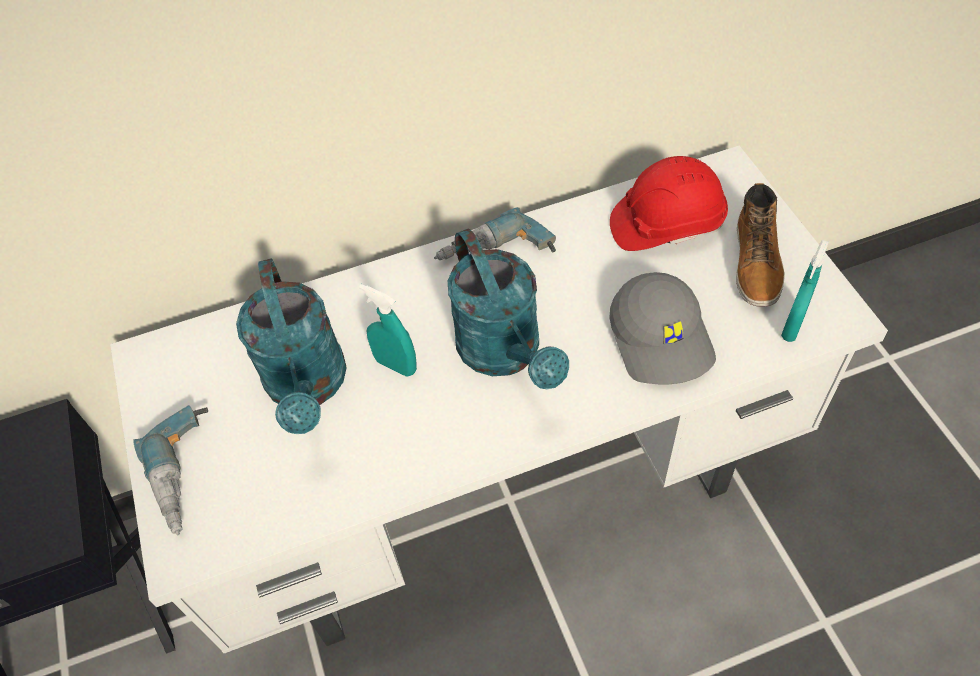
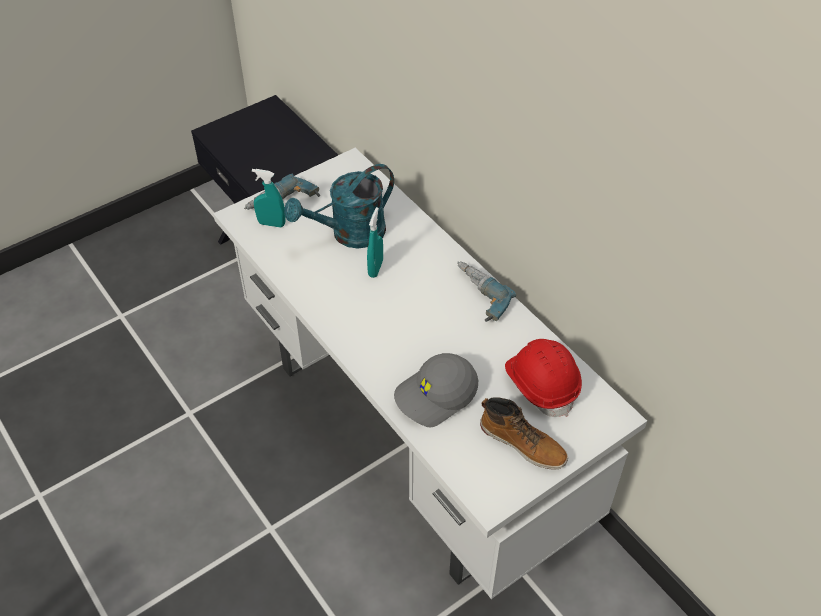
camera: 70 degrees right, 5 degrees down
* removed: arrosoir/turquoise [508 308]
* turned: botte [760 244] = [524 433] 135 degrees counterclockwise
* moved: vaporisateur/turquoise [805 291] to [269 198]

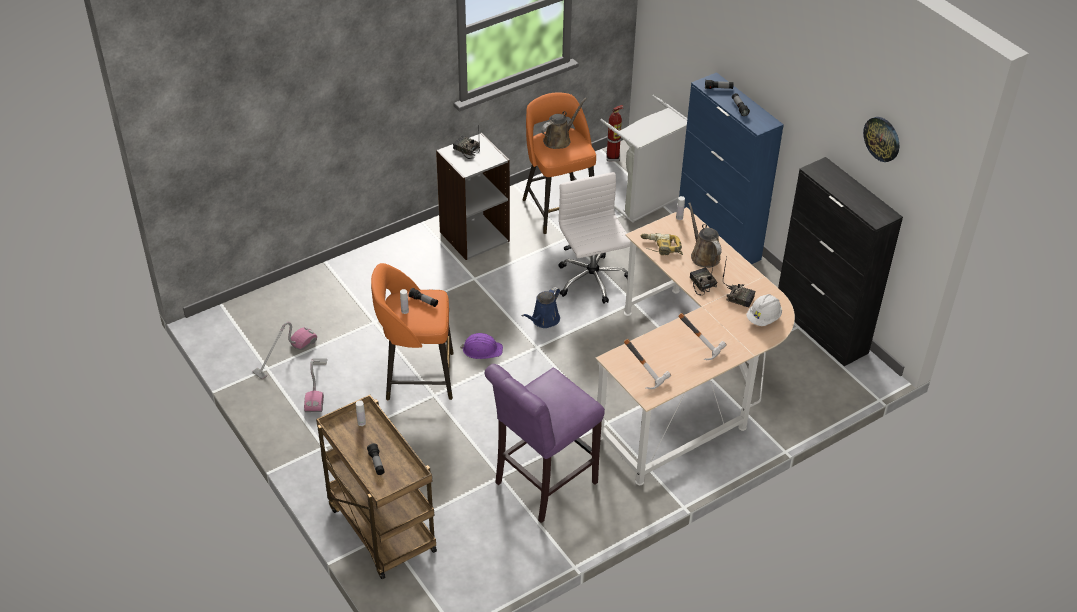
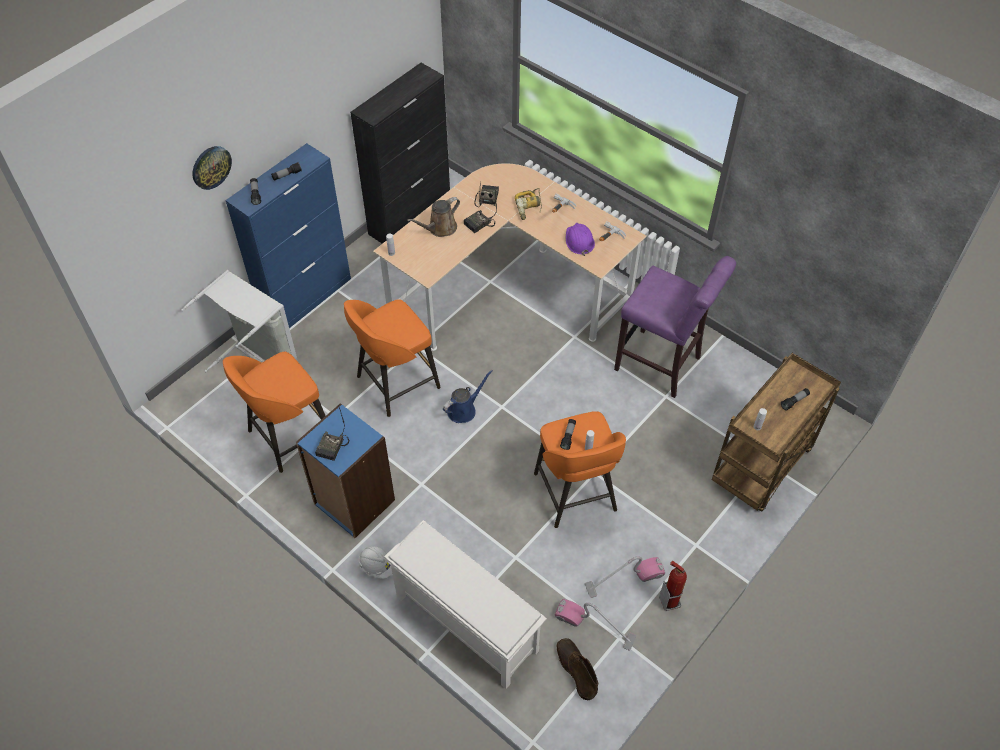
camera: 105 degrees left, 10 degrees up
* recoloured: bibliothèque/gris [473 196] to bibliothèque/bleu [345 470]
* moved: casque de chantier/violet [481 346] to [580 239]
* turned: arrosoir/bleu [540 307] = [468 396] 60 degrees counterclockwise
* removed: arrosoir/marron [564 123]
* replaced: chaise de bureau/blanc [594 238] to tabouret/orange [392 358]
* moved: extincteur [615 133] to [673 585]
* moved: perceuse [661 244] to [528 204]
* moved: casque de chantier/blanc [764 310] to [375 562]
* moved: horloge murale [881 139] to [212 168]
* added: étagère à chaussures/blanc [465 604]
* added: botte/marron [577 669]

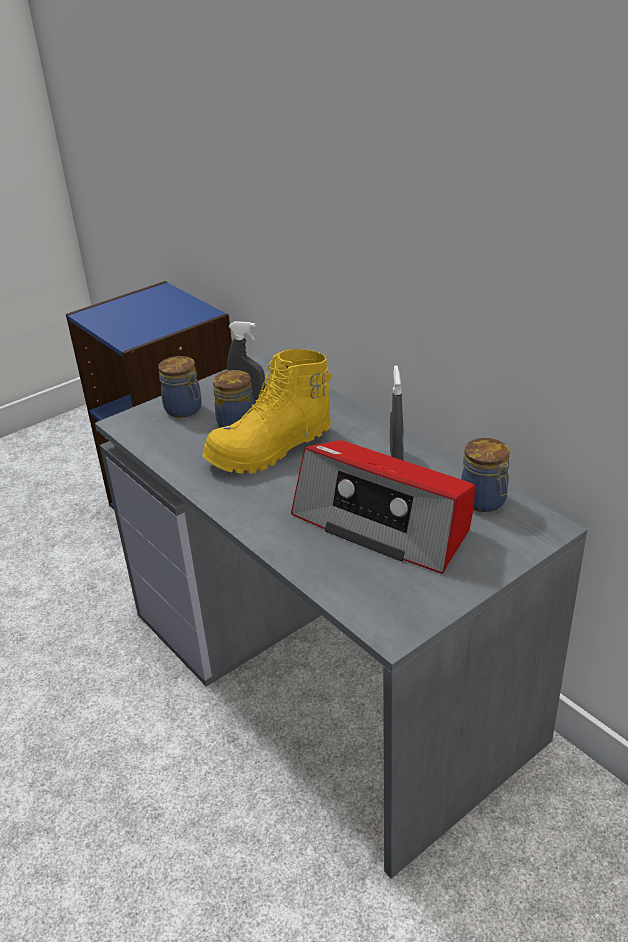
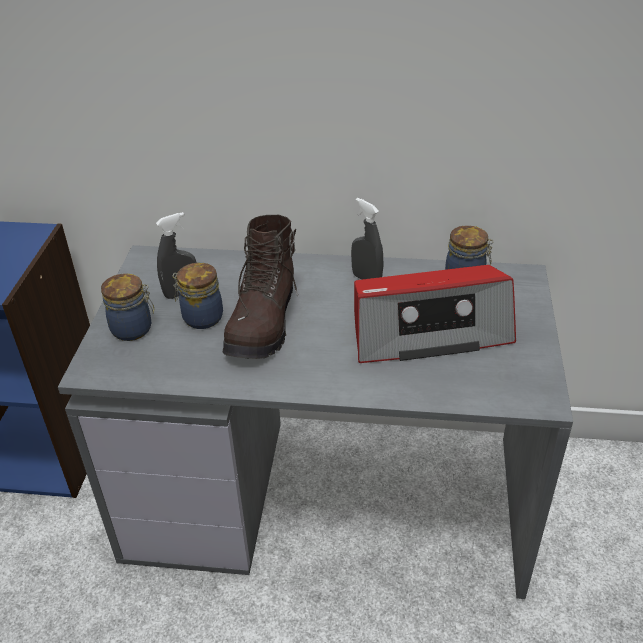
camera: 45 degrees left, 5 degrees up
* recoloured: botte/jaune [267 411] to botte/marron [261 287]

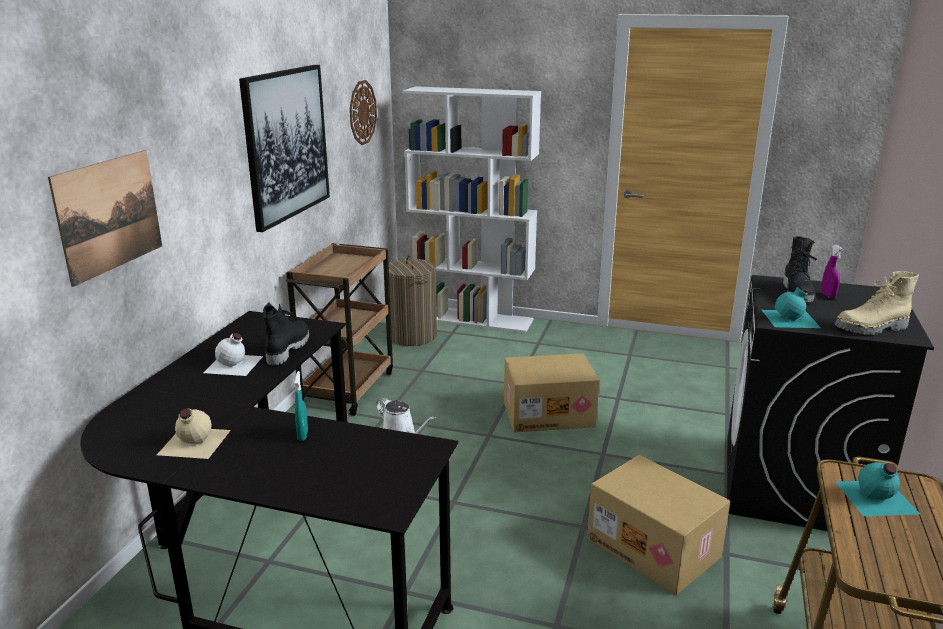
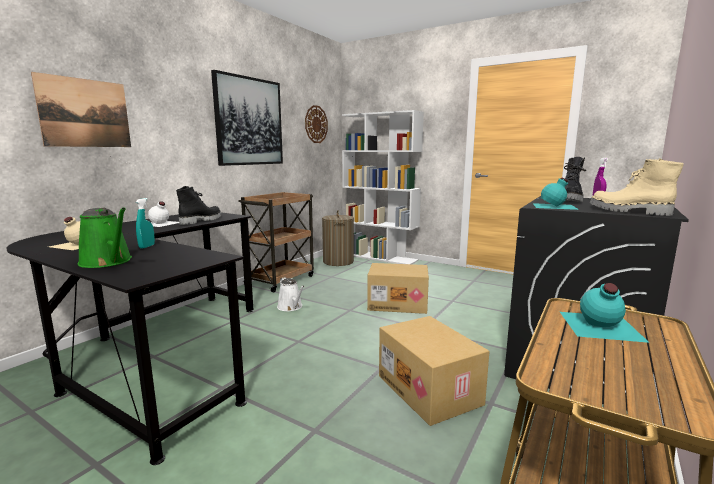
camera: 15 degrees right, 10 degrees down
* turned: botte/beige [876 303] = [637 187] 45 degrees clockwise
* added: arrosoir/vert [105 237]

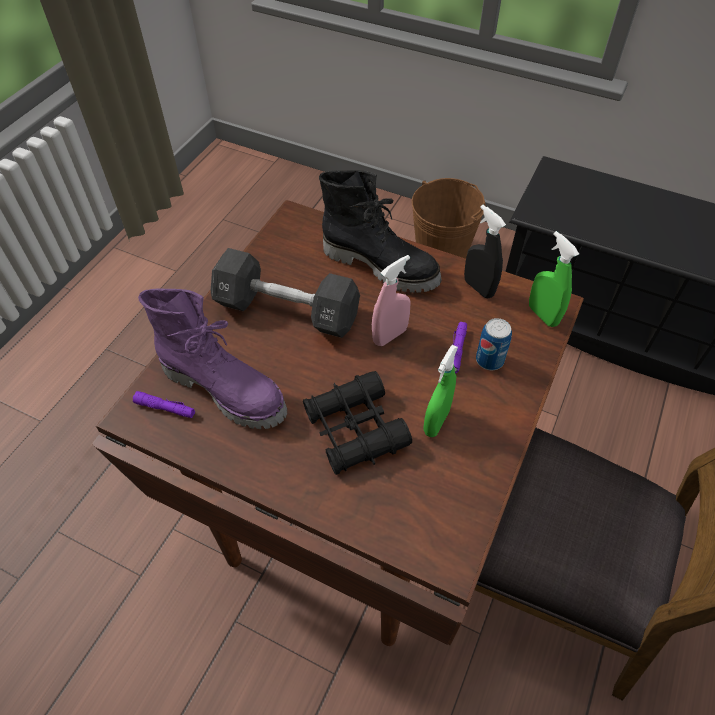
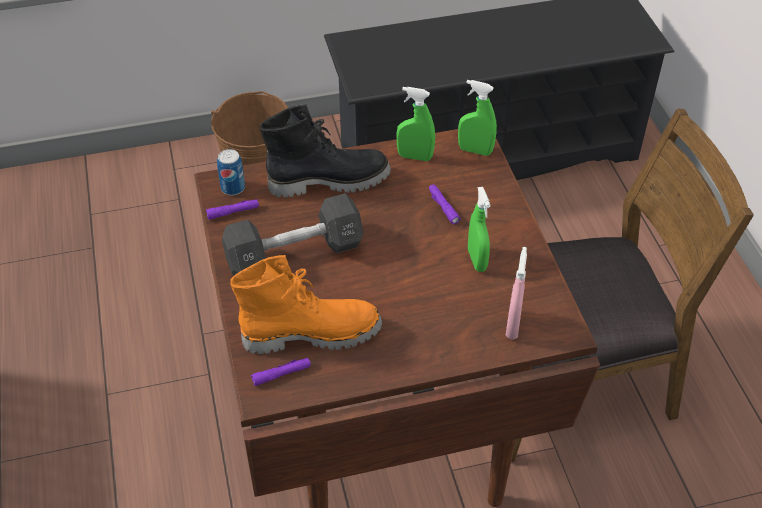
camera: 40 degrees left, 5 degrees down
* recoloured: botte/violet [212 358] to botte/orange [306 304]
* removed: jumelles/noir [357 423]
* moved: vaporisateur/rose [391 300] to [516 293]
* recoloured: vaporisateur/noir [485 251] to vaporisateur/vert [415 124]
* moved: boîte métallique [494 344] to [231 172]
* added: lampe de poche/violet [232 209]

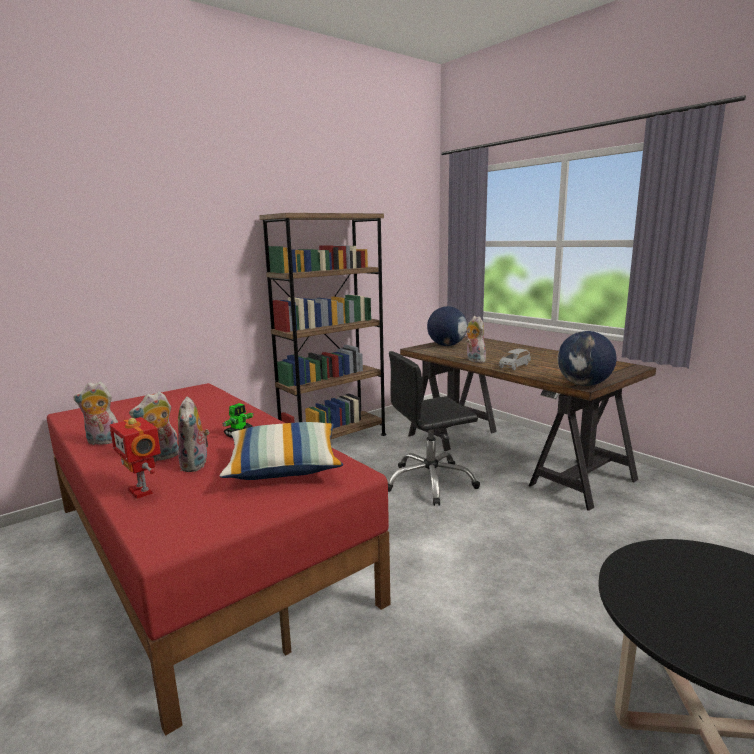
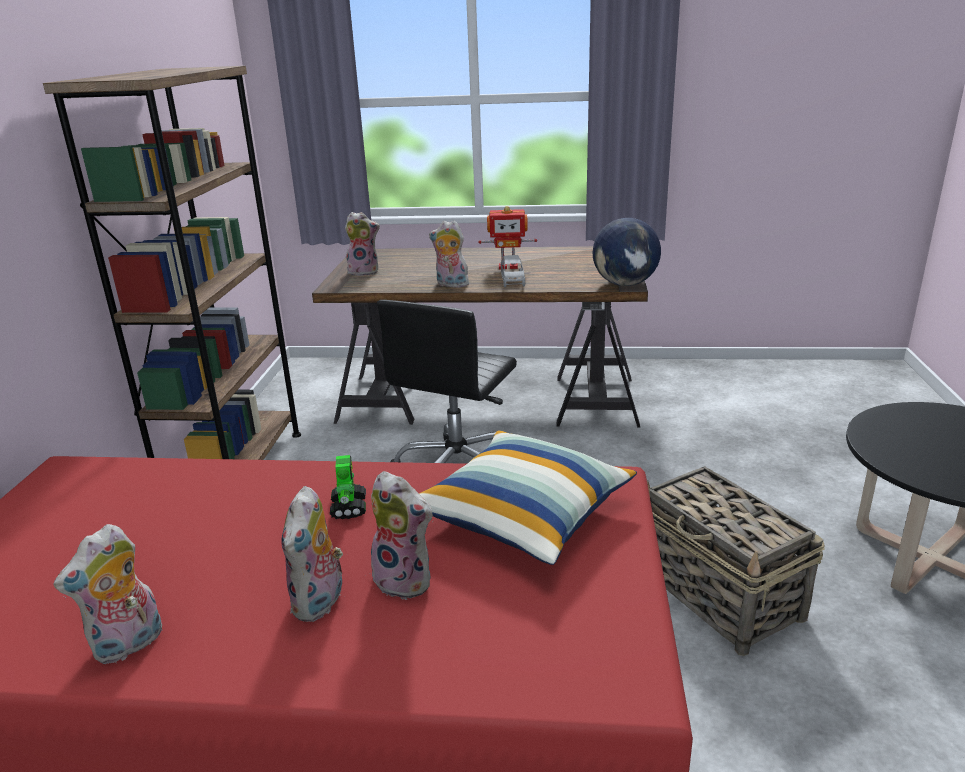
camera: 45 degrees left, 10 degrees up
* moved: robot jouet [135 458] to [507 237]
* replaced: globe [447 326] to peluche [362 244]
* added: panier [736 561]

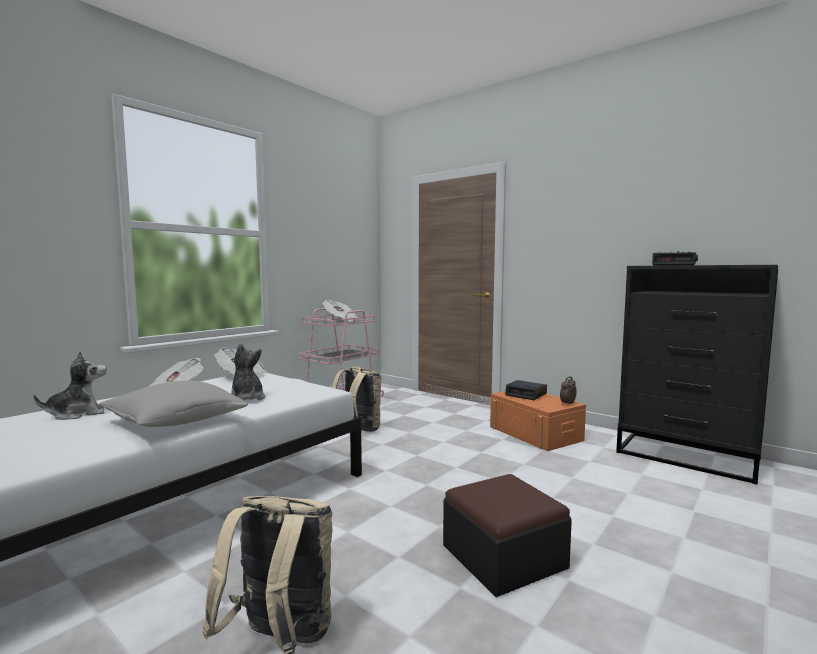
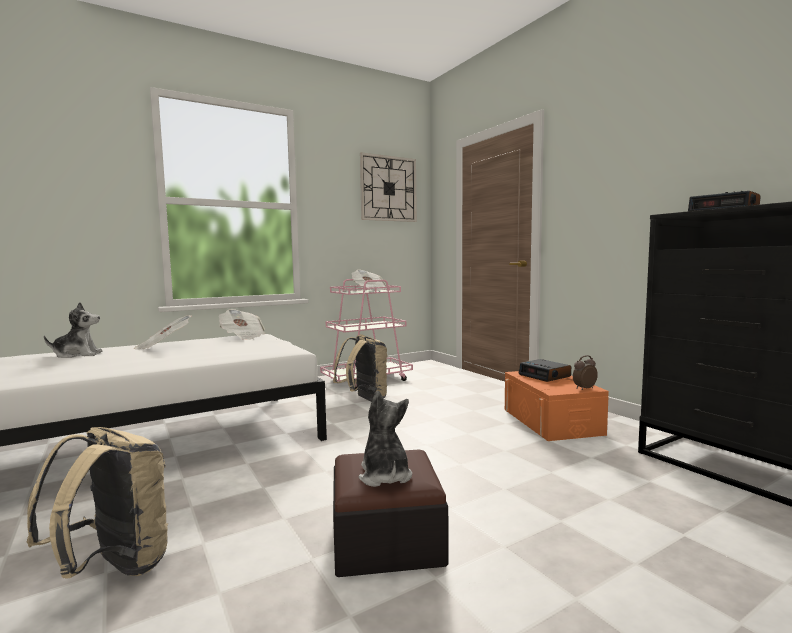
camera: 20 degrees right, 0 degrees up
* removed: coussin/gris [173 404]
* moved: peluche [248 372] to [385 439]
* added: horloge murale [388 187]

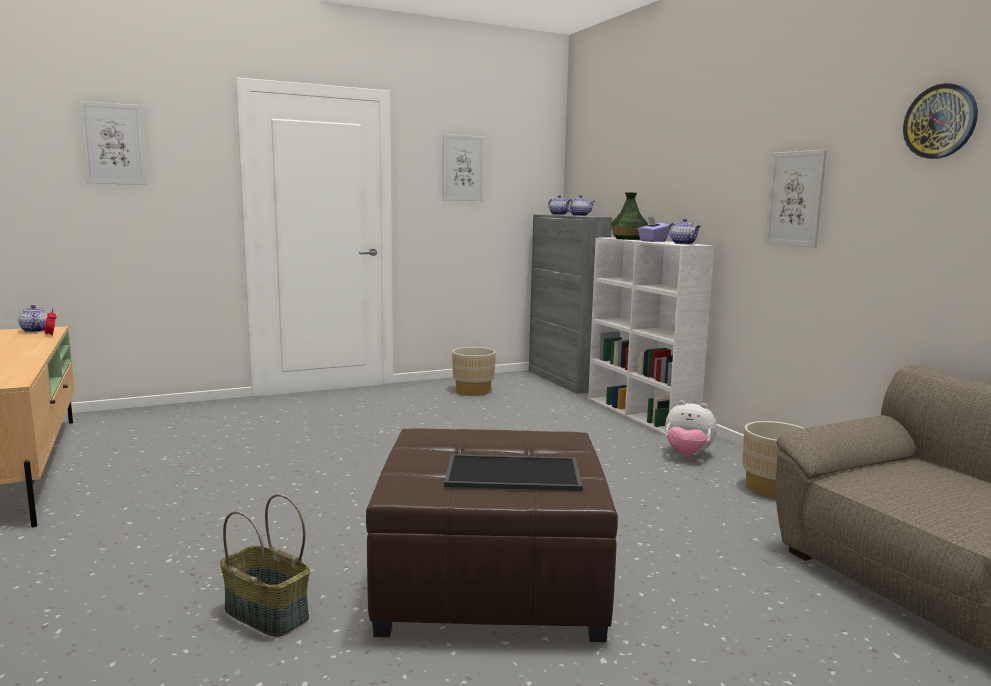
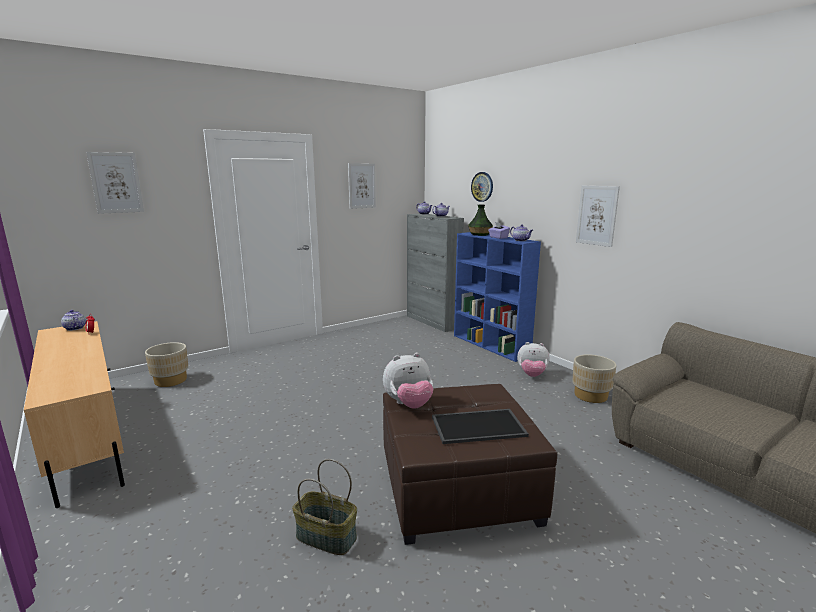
camera: 10 degrees left, 5 degrees up
* moved: cache-pot/beige [474 371] to [166 364]
* recoloured: bibliothèque/blanc [651 336] to bibliothèque/bleu [497 297]
* moved: horloge murale [940 121] to [482 187]
* added: peluche [408 381]

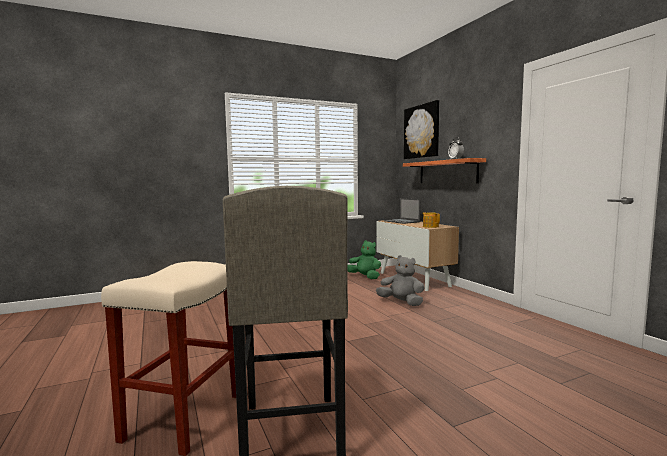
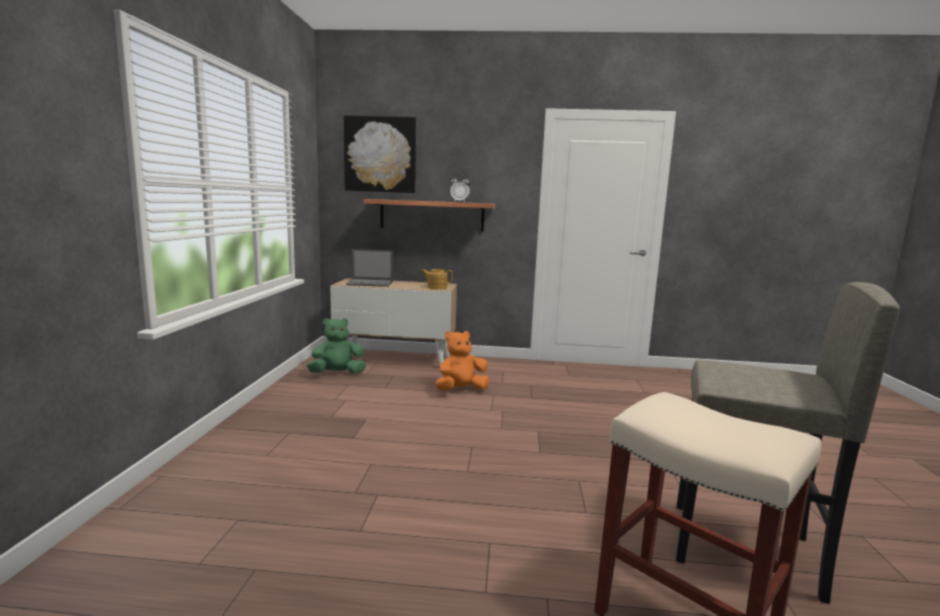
camera: 60 degrees left, 5 degrees up
* recoloured: peluche/gris [400 280] to peluche/orange [462 361]

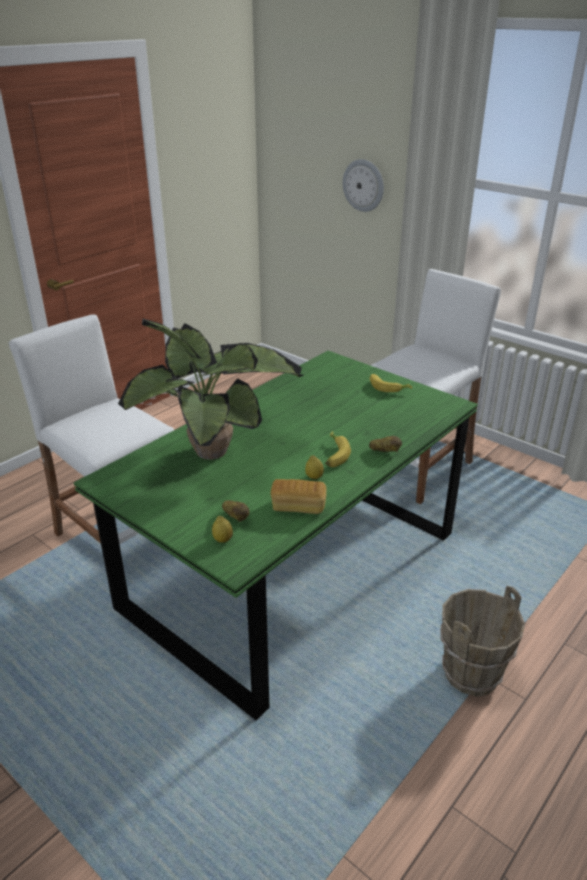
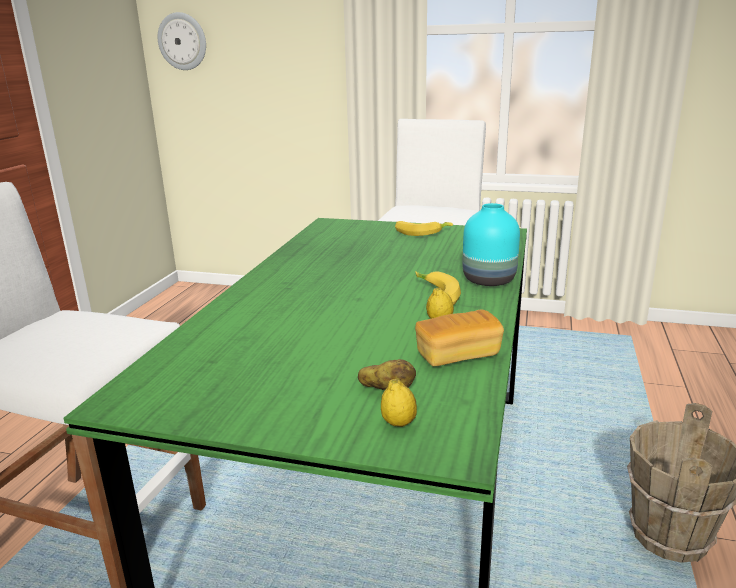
camera: 25 degrees left, 10 degrees down
* removed: plante en pot [211 389]
* moved: horloge murale [363 185] to [182 41]
* replaced: pomme de terre [385 444] to vase/turquoise [491 244]

